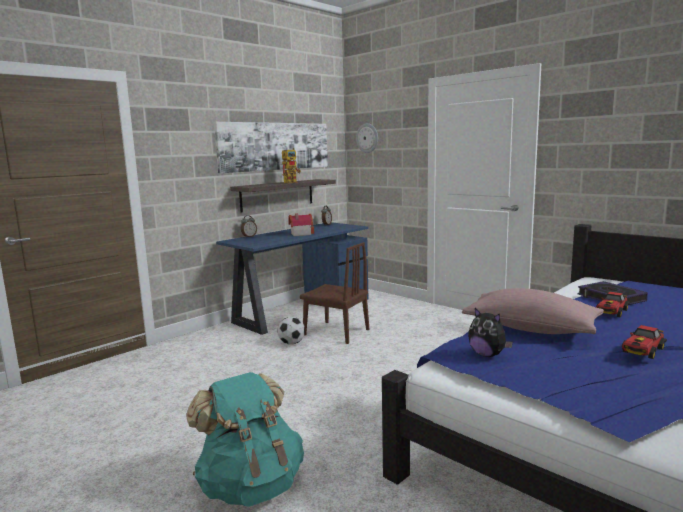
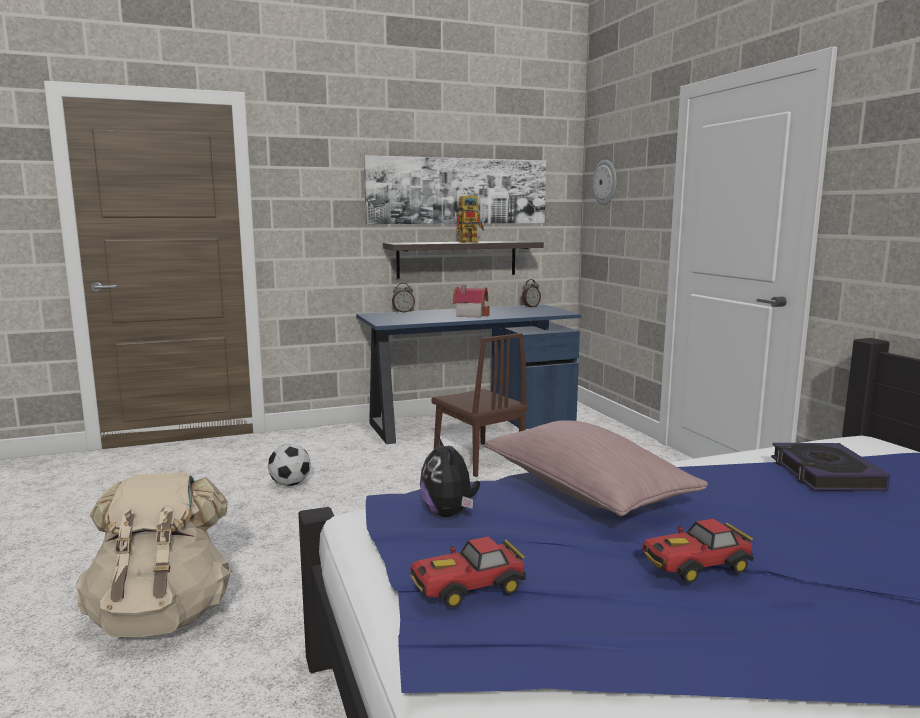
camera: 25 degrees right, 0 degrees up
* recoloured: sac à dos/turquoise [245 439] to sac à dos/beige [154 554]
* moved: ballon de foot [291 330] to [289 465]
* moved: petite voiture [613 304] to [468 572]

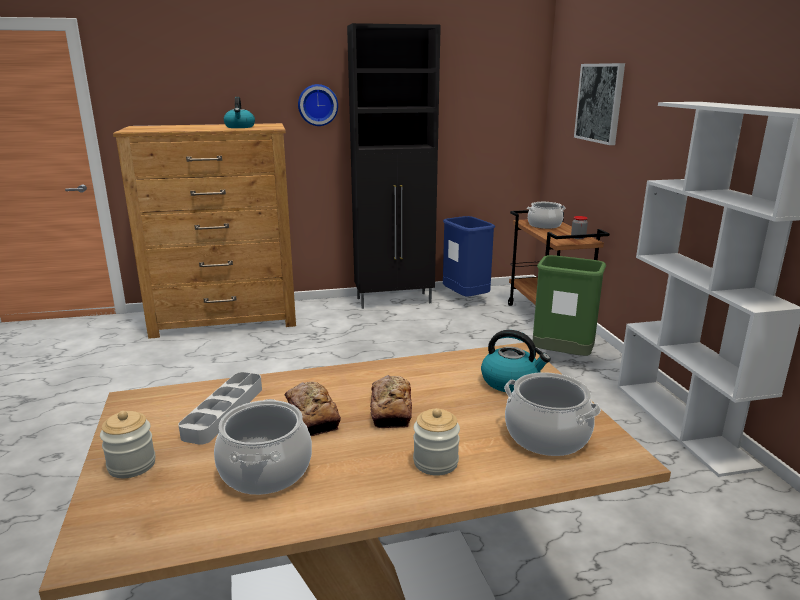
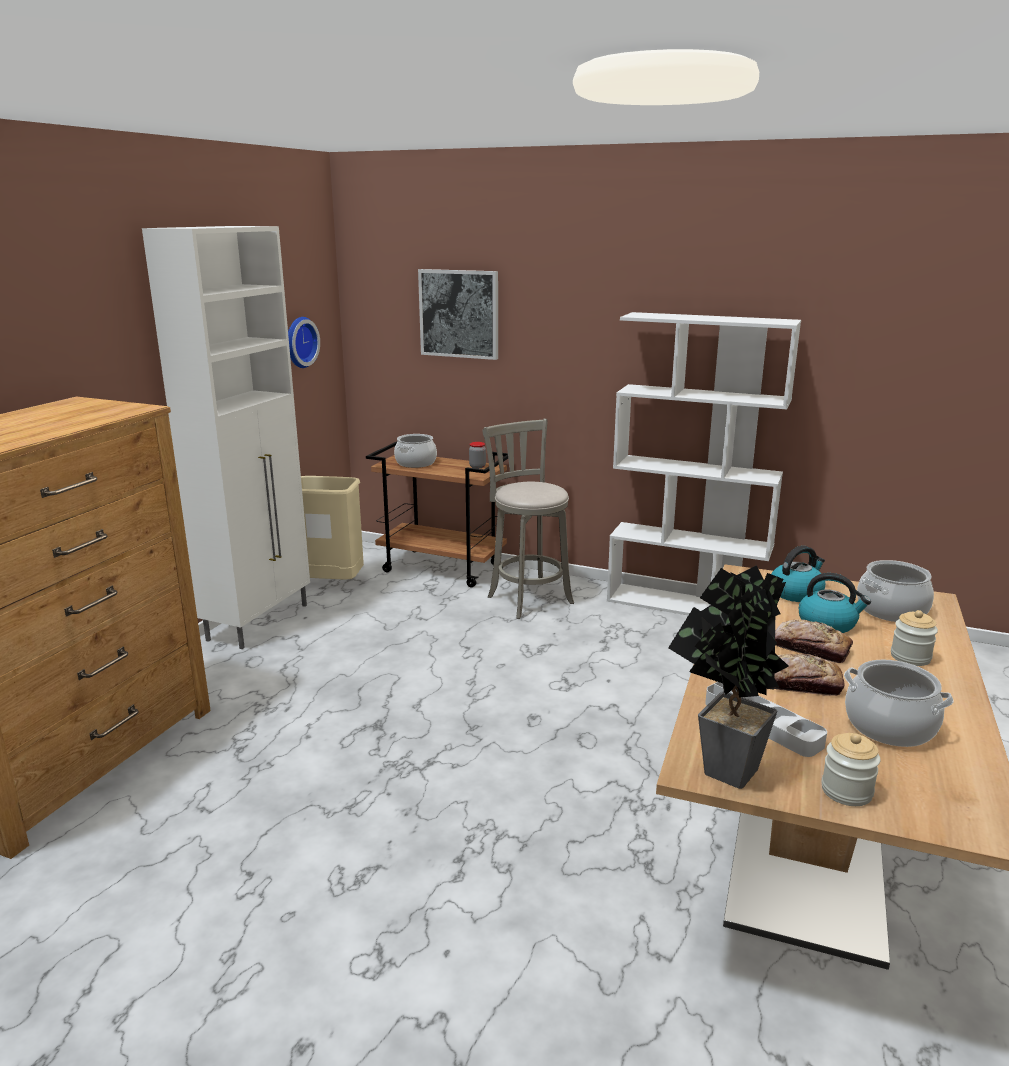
camera: 55 degrees left, 0 degrees up
* moved: bouilloire [239 112] to [835 603]
* moved: horloge murale [318 105] to [304 342]
* recoloured: meuble de rangement/noir [394 166] to meuble de rangement/blanc [226 437]
* recoloured: poubelle/bleu [469 256] to poubelle/beige [332 527]
* replaced: poubelle/vert [569 305] to tabouret/gris [528 519]
* added: plante en pot [728 677]

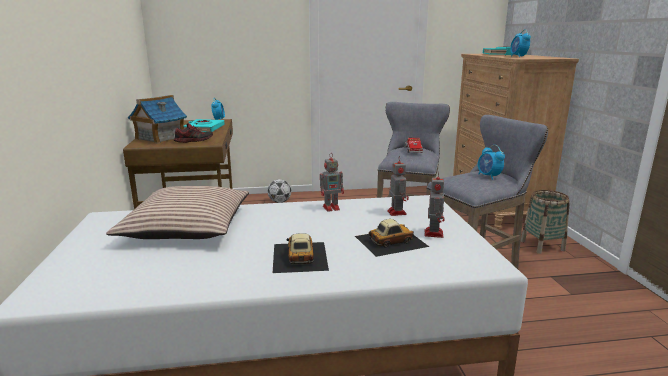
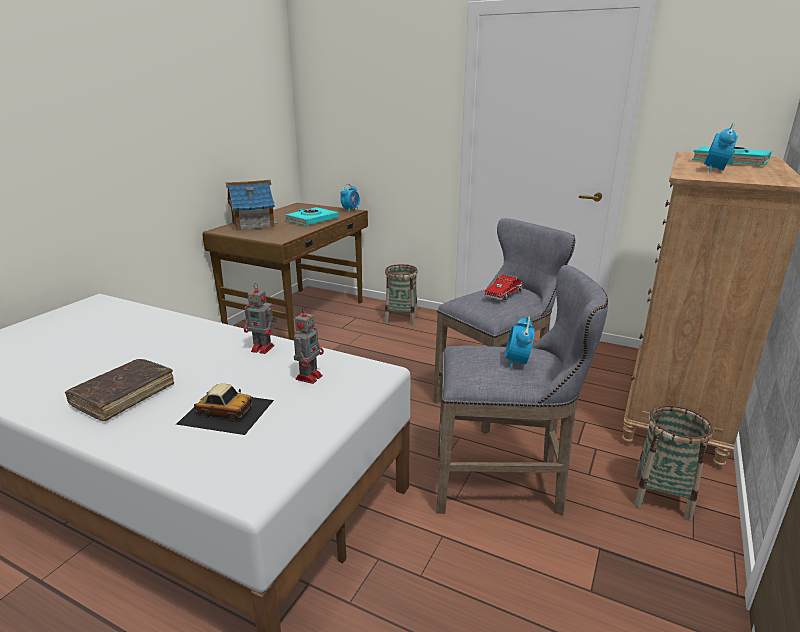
camera: 35 degrees right, 5 degrees up
* removed: coussin [177 212]
* removed: chaussure [193 133]
* replaced: ballon de foot [279 191] to panier [401 294]
* replaced: petite voiture [301 253] to livre/marron [119 390]
* removed: robot jouet [435 204]

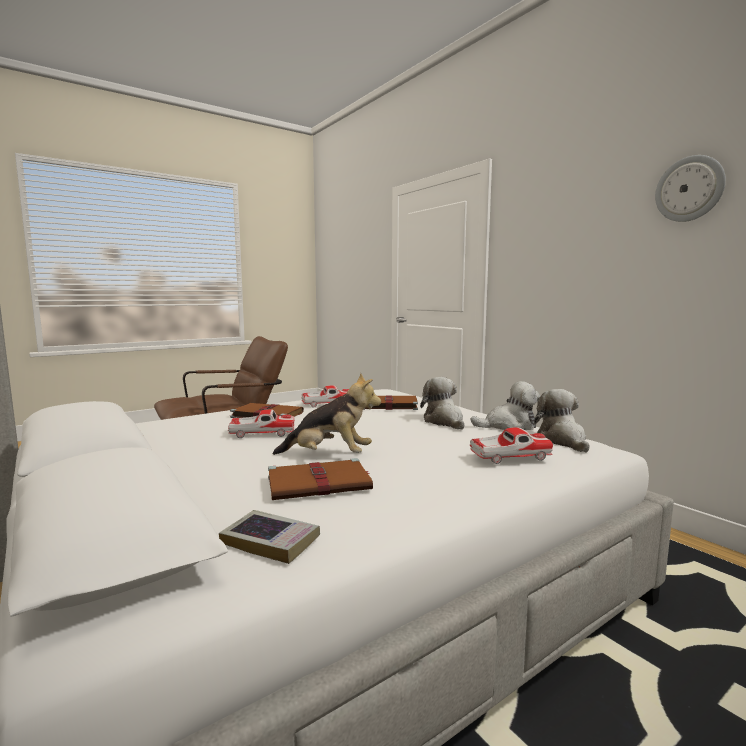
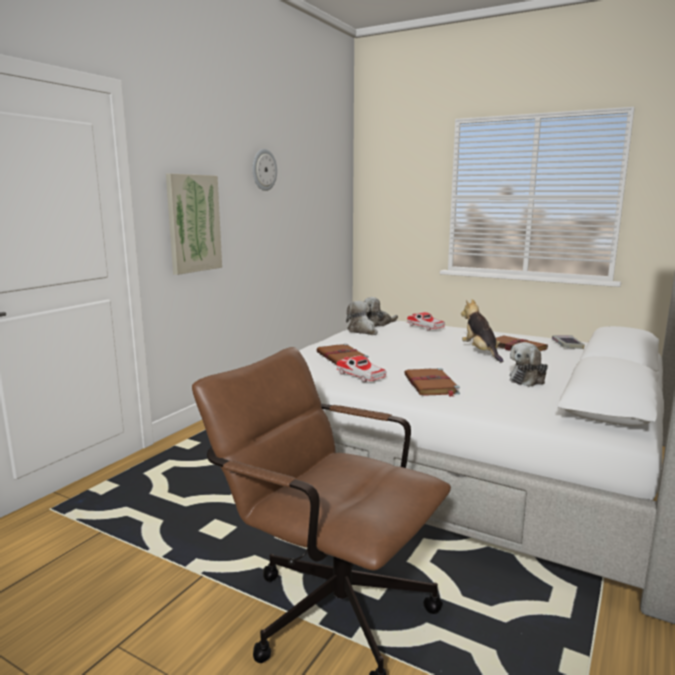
camera: 115 degrees left, 5 degrees up
* removed: petite voiture [261 423]
* moved: peluche [442 403] to [529 364]
* added: tableau [194 224]

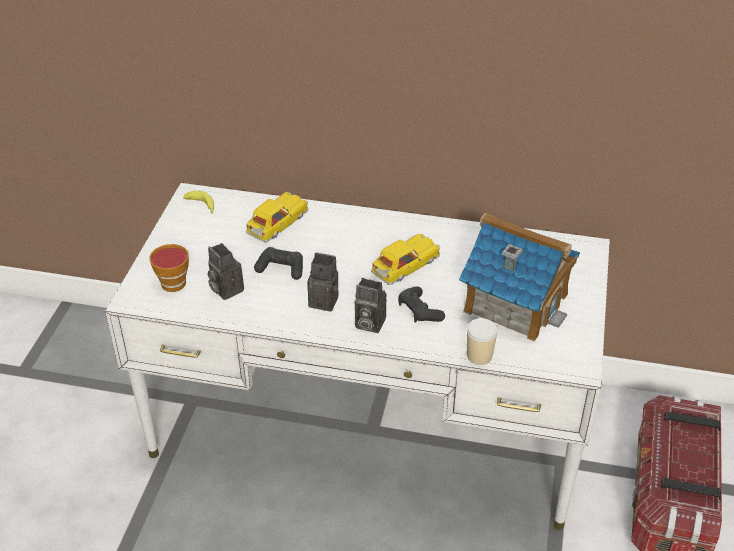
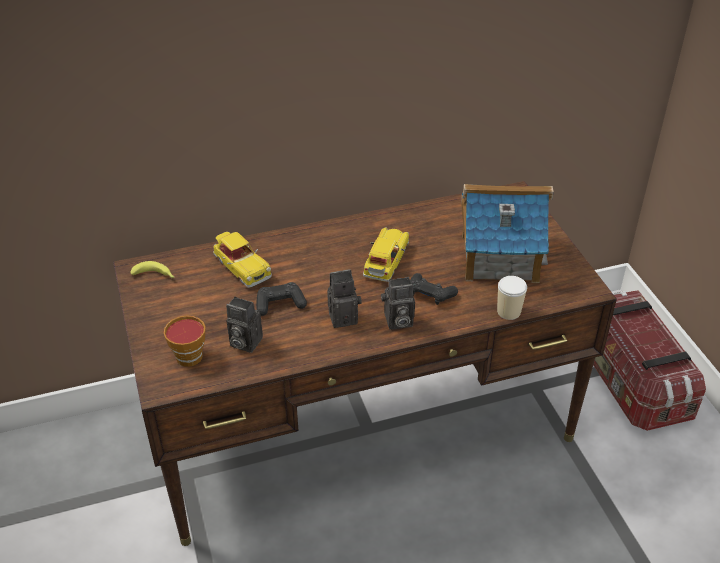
camera: 30 degrees left, 0 degrees up
* recoloured: bureau/blanc [357 356] to bureau/marron [365 363]
* turned: petite voiture [277 217] = [242 260] 135 degrees clockwise

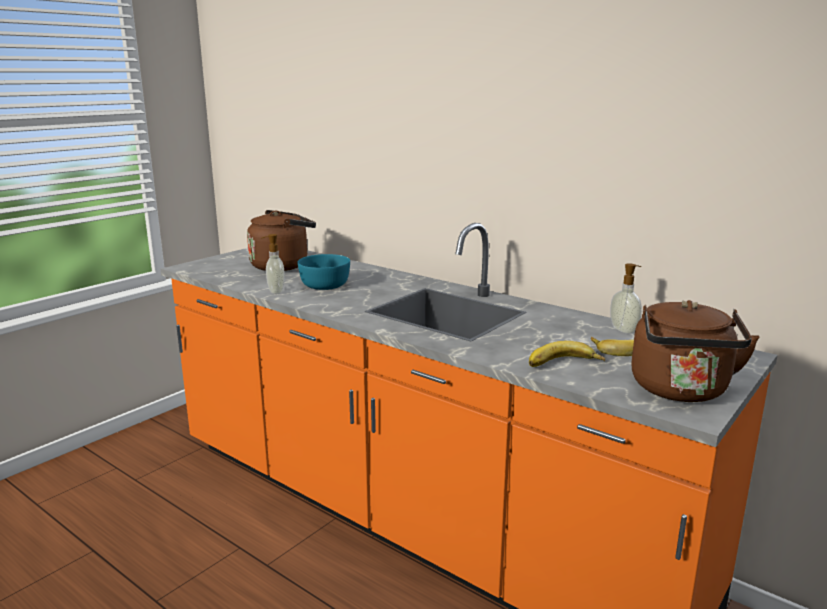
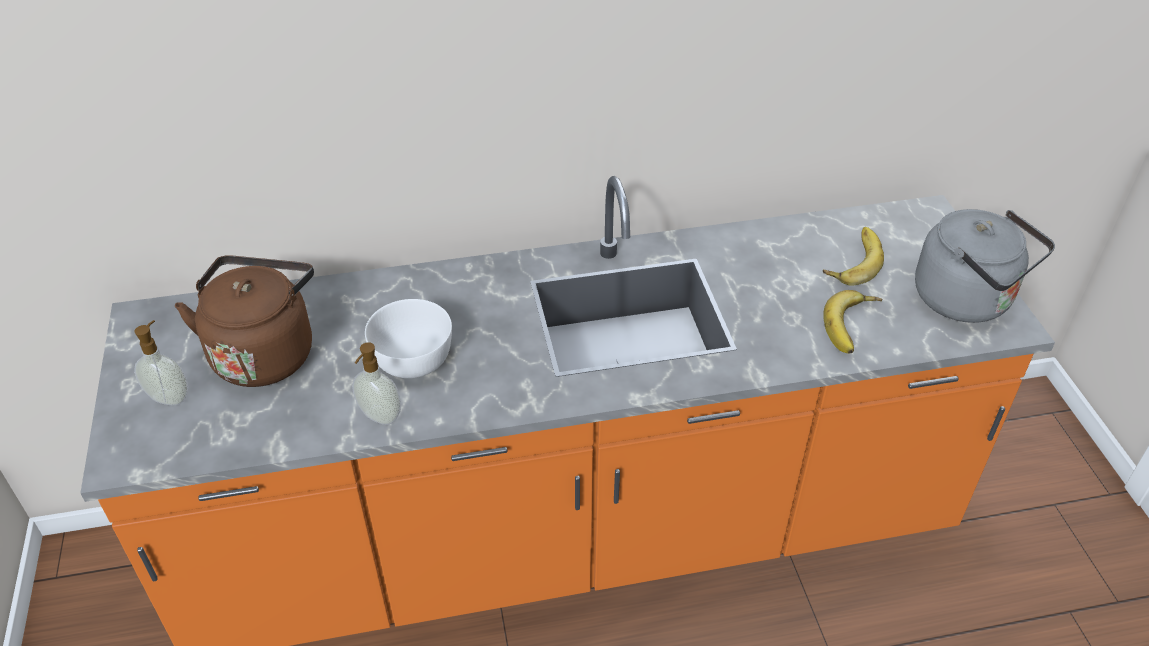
camera: 50 degrees left, 25 degrees up
* recoloured: bol/turquoise [324 272] to bol/blanc [408 338]
* moved: distributeur de savon [626 298] to [161 362]
* recoloured: bouilloire/marron [695 351] to bouilloire/gris [985 266]

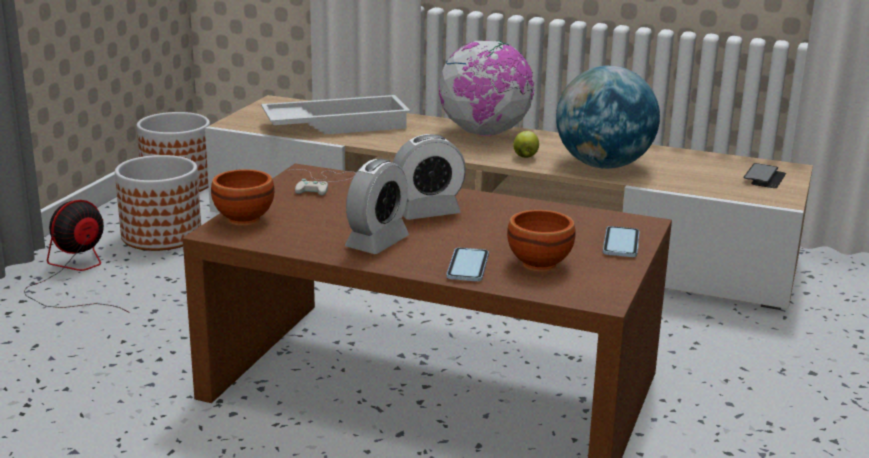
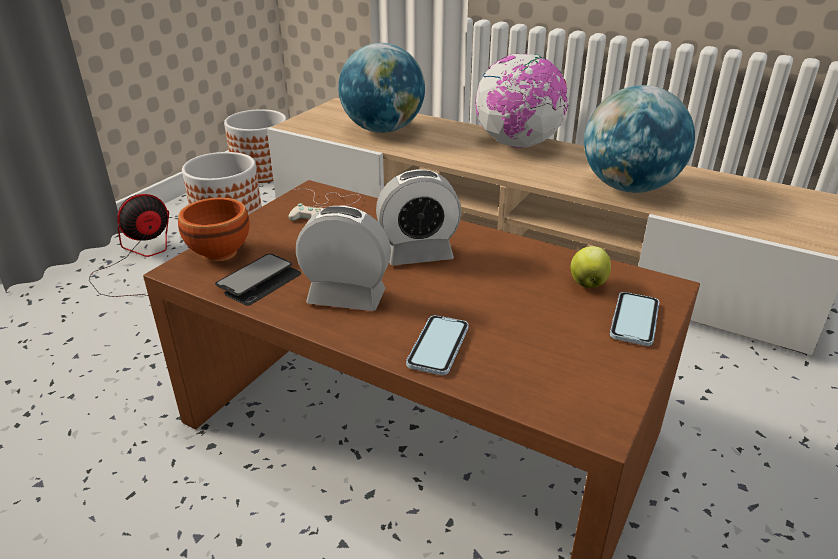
camera: 10 degrees right, 10 degrees up
* replaced: plateau/blanc [335 115] to globe [381 88]
* turned: réveil [377 206] = [343 258] 120 degrees counterclockwise
* removed: bol/marron [541 241]
* moved: pomme [526 144] to [591 267]
* moved: téléphone [764 175] to [258 280]

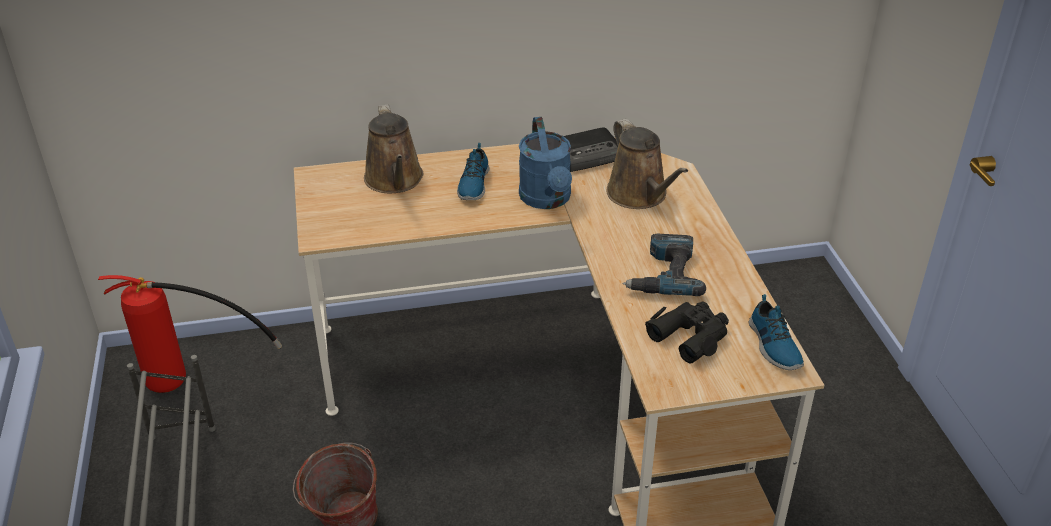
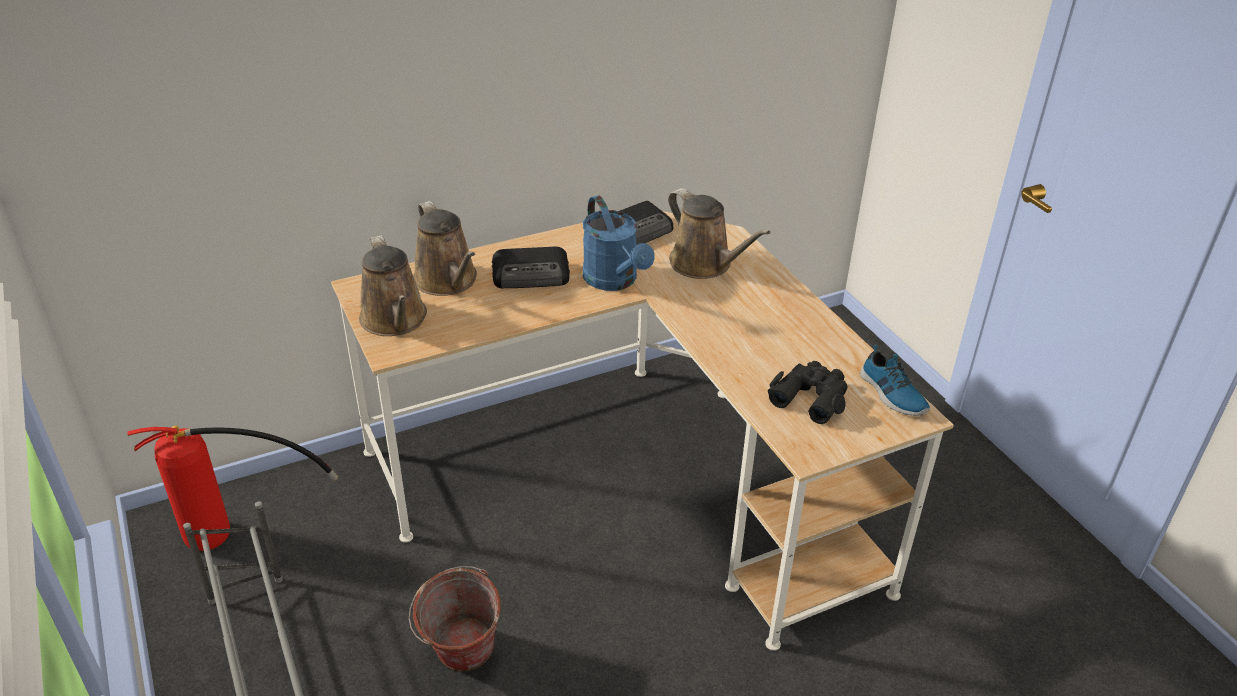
camera: 15 degrees left, 0 degrees up
* replaced: chaussure [473 171] to radio [531 267]
* removed: perceuse [664 265]
* added: arrosoir/marron [393 285]

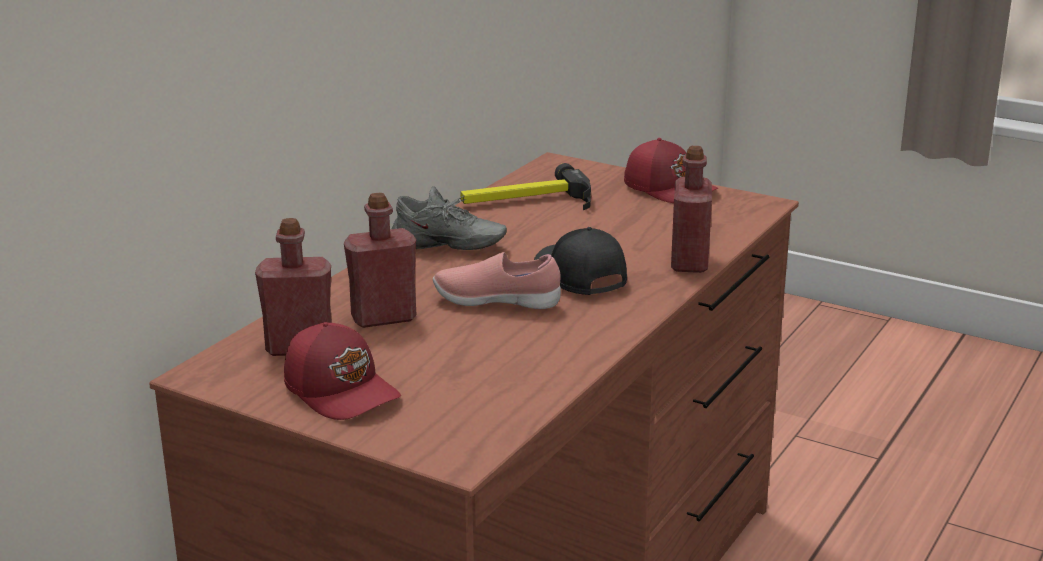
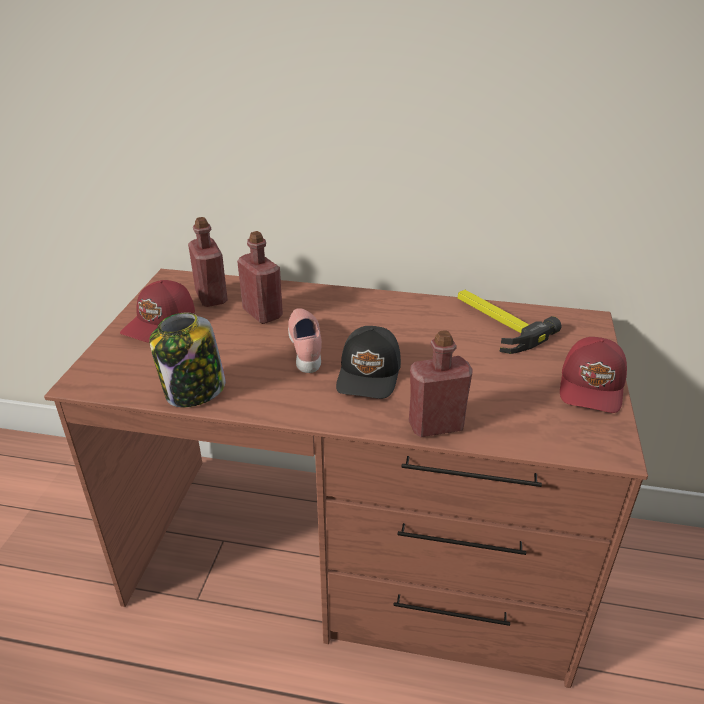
camera: 70 degrees right, 10 degrees up
* removed: chaussure/gris [449 218]
* turned: casquette/noir [580 261] = [368 362] 150 degrees clockwise
* added: bocal [187 359]

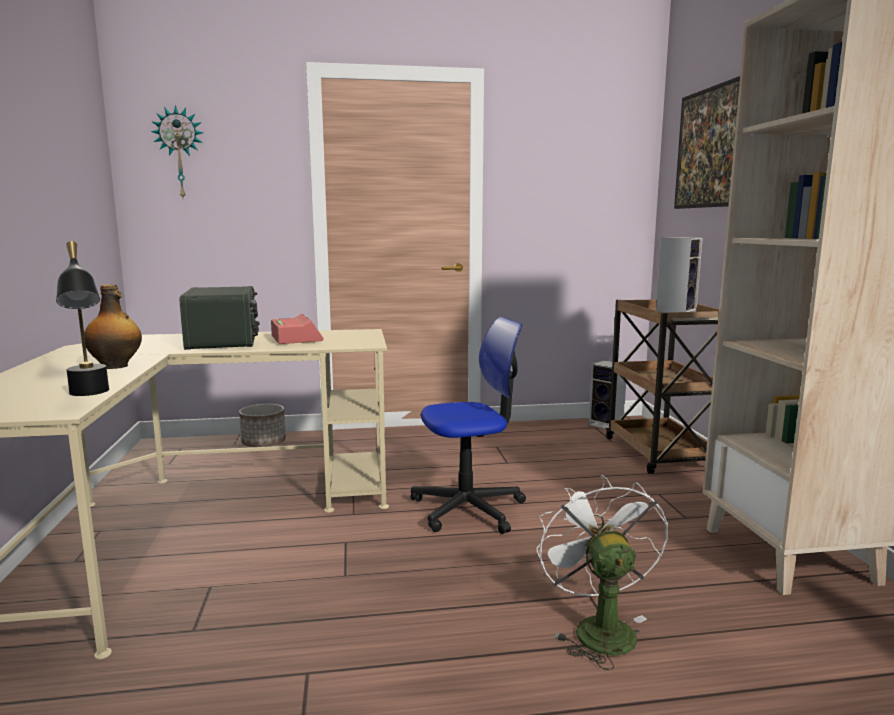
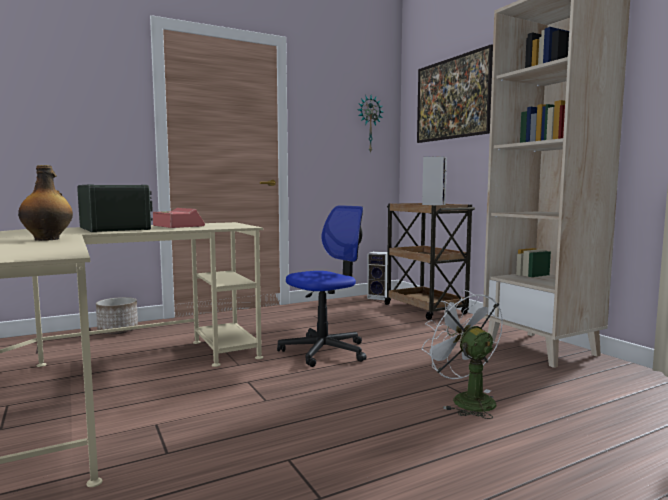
camera: 20 degrees left, 5 degrees down
* removed: lampe de table/noir [82 318]
* moved: horloge murale [177 151] to [370 124]

